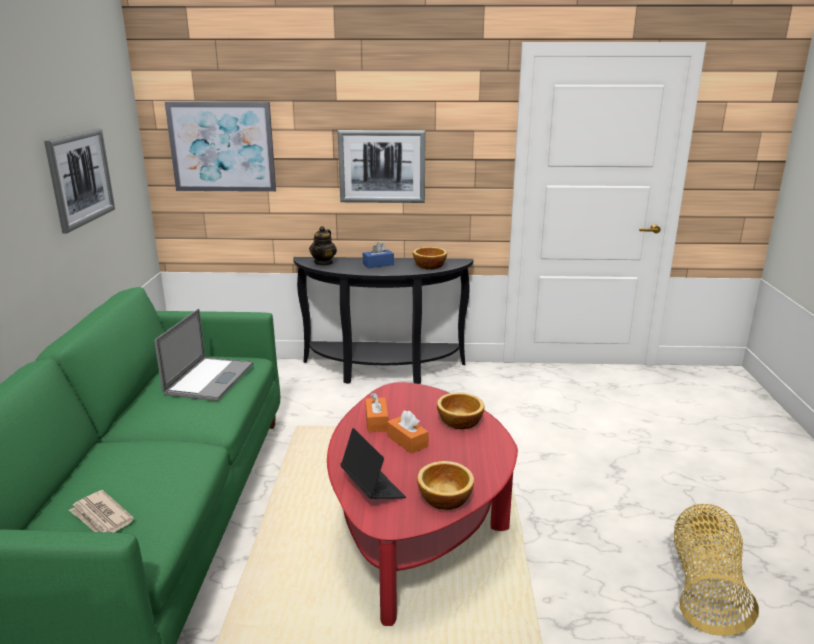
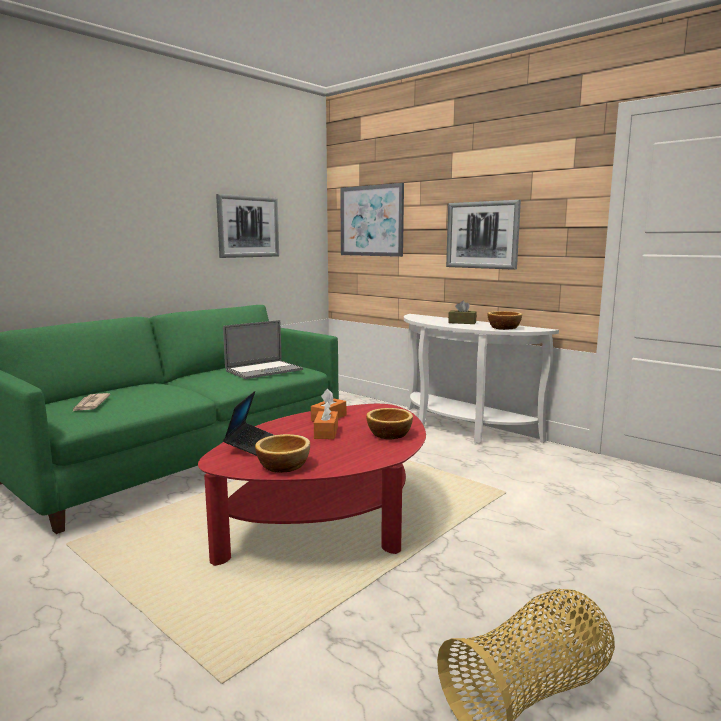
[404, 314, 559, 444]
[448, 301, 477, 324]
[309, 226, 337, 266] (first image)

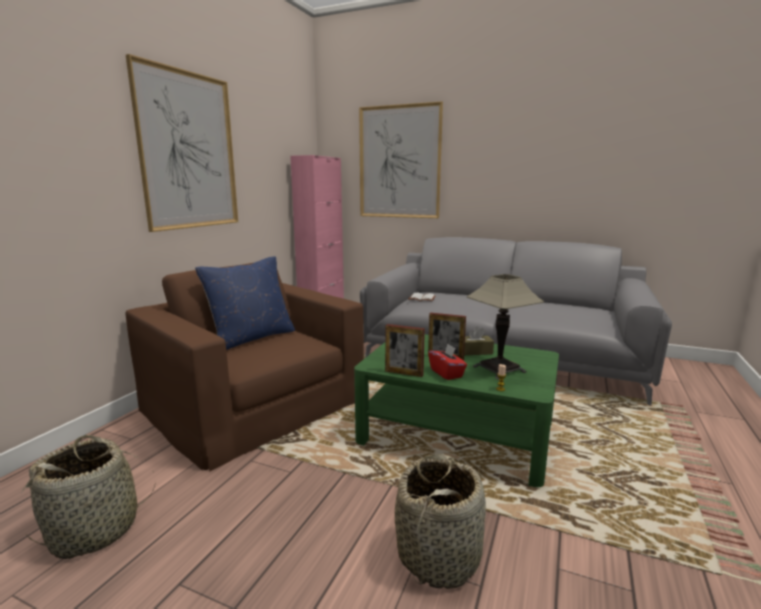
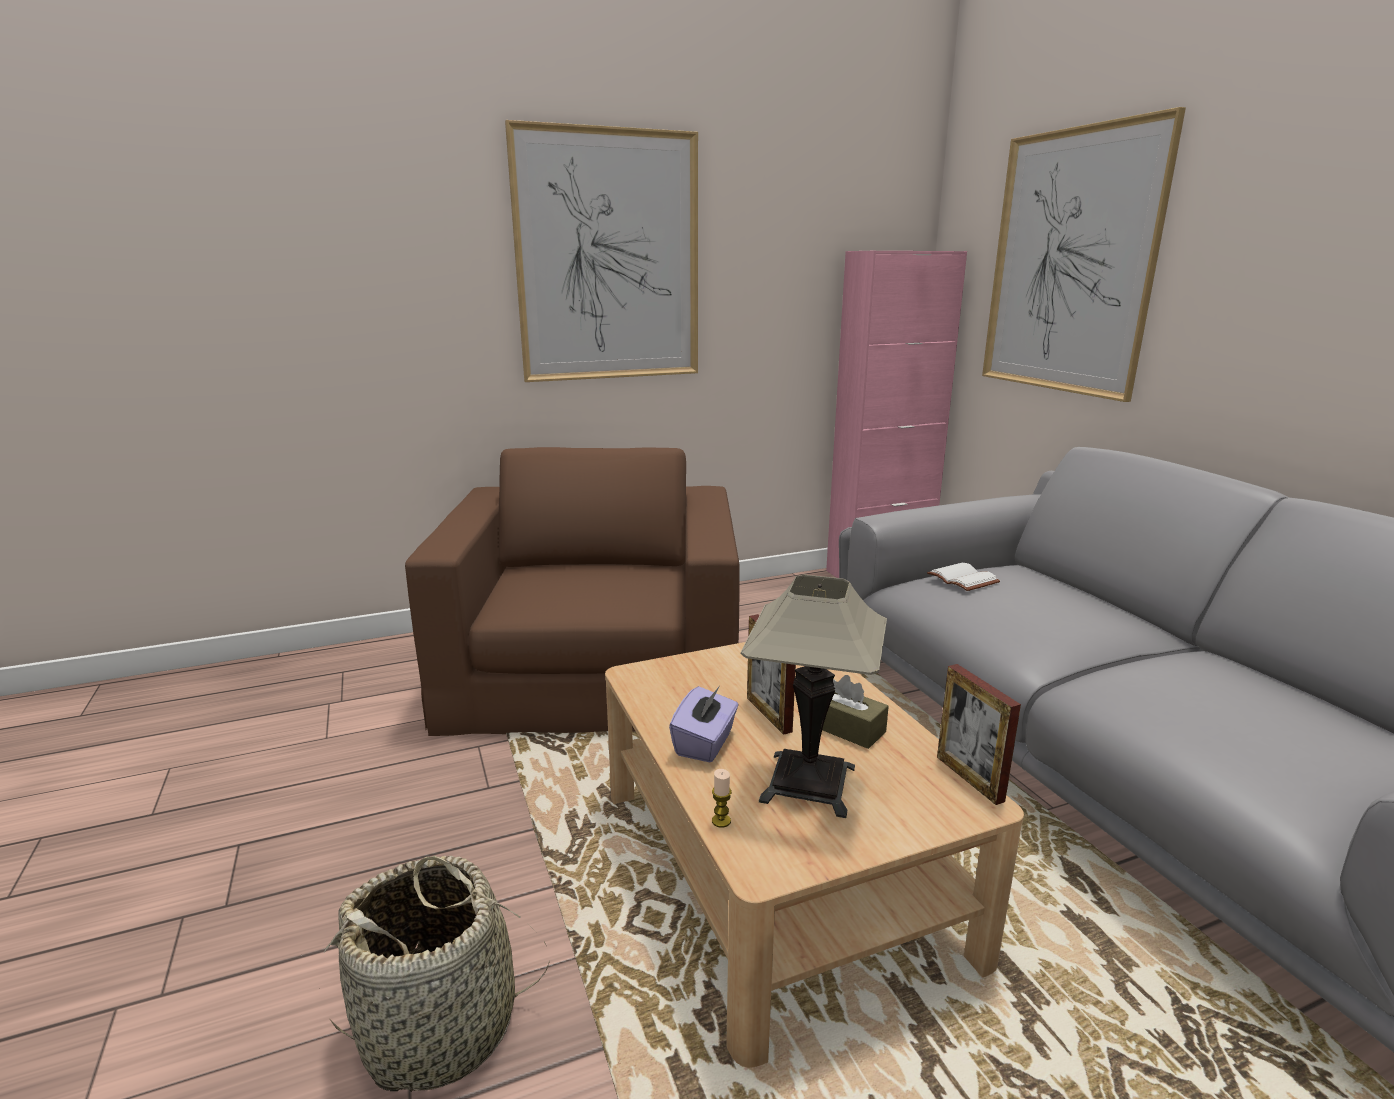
[605, 642, 1024, 1068]
[669, 686, 739, 762]
[937, 664, 1021, 805]
[21, 435, 156, 559] (first image)
[195, 257, 295, 350] (first image)

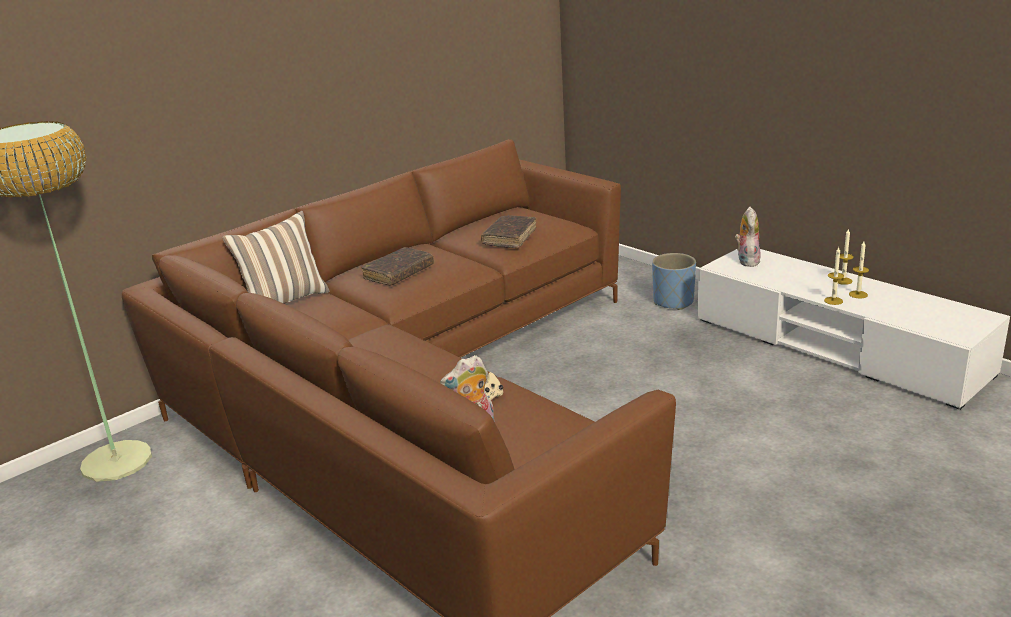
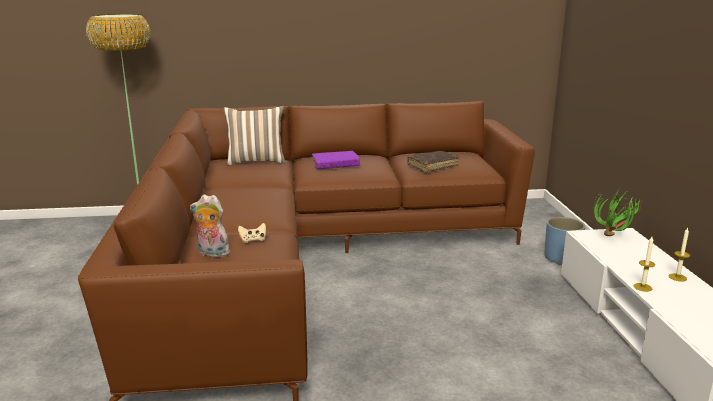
[312, 151, 360, 169]
[593, 188, 641, 236]
[849, 241, 869, 299] (first image)

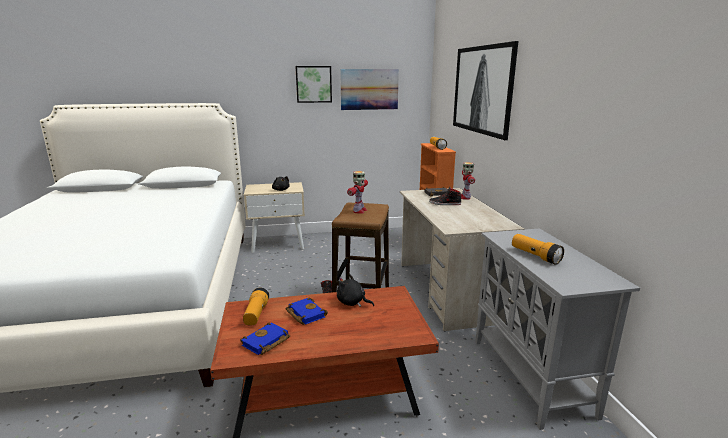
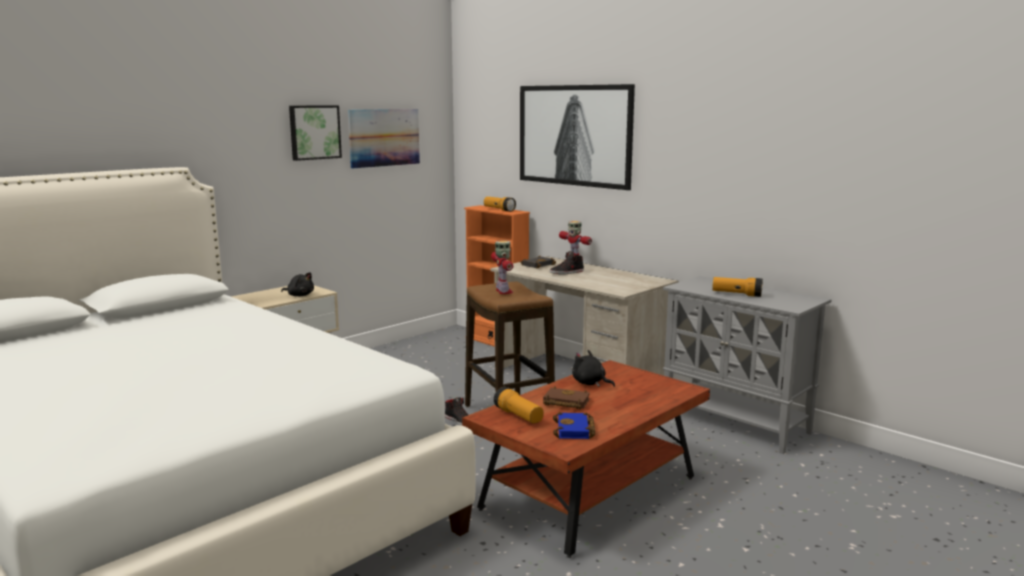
[543, 387, 590, 410]
[572, 350, 615, 387]

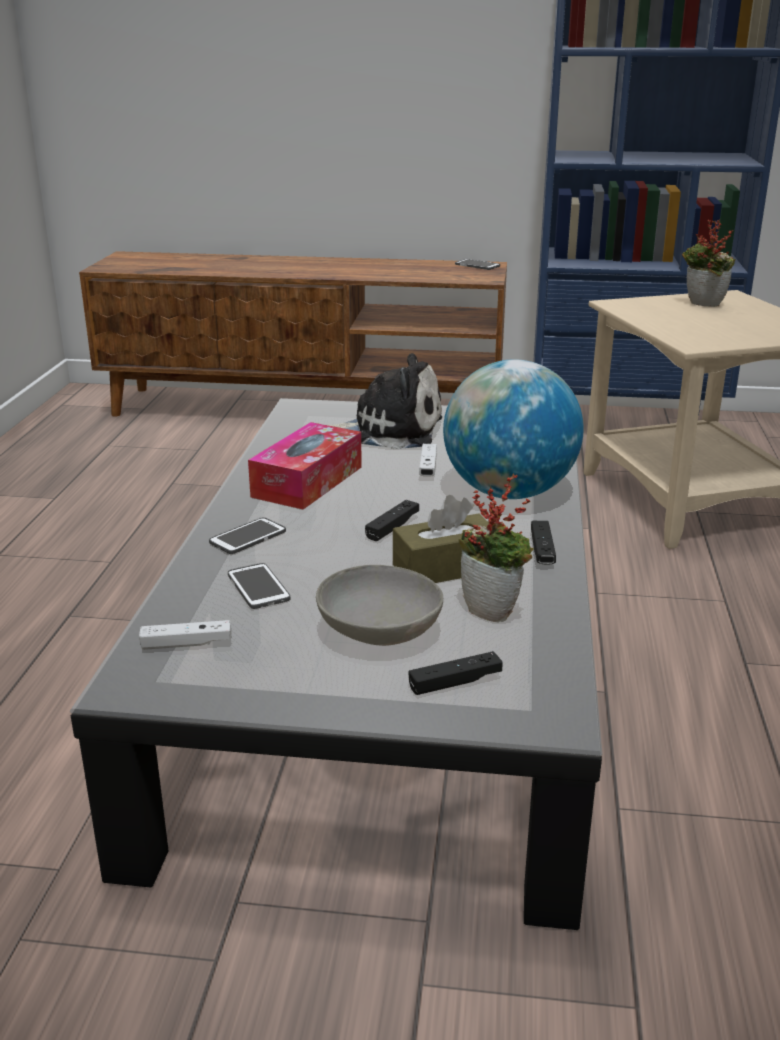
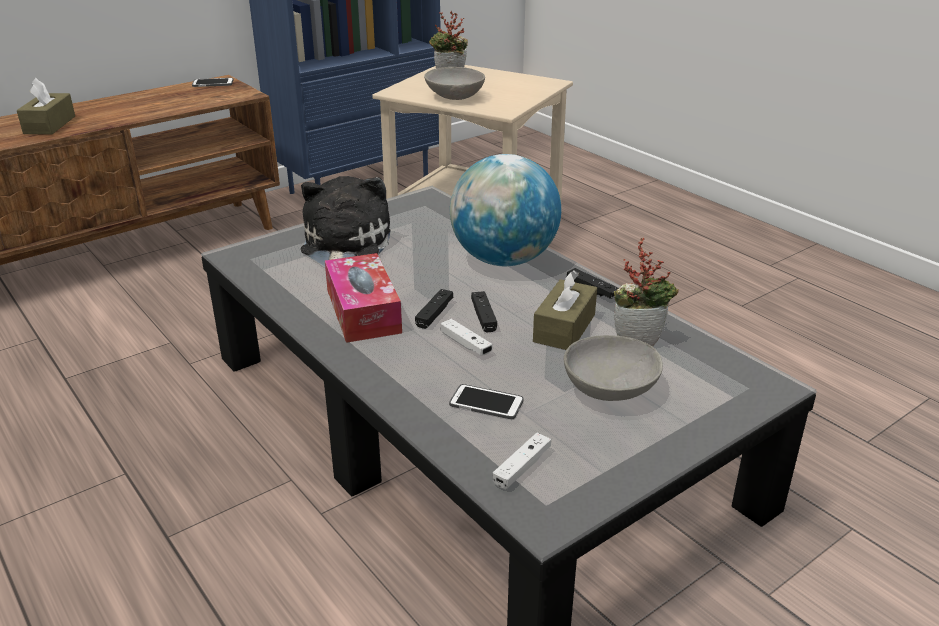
[17, 78, 75, 134]
[301, 176, 391, 267]
[415, 289, 453, 329]
[424, 67, 485, 100]
[440, 319, 493, 356]
[209, 517, 286, 554] (first image)

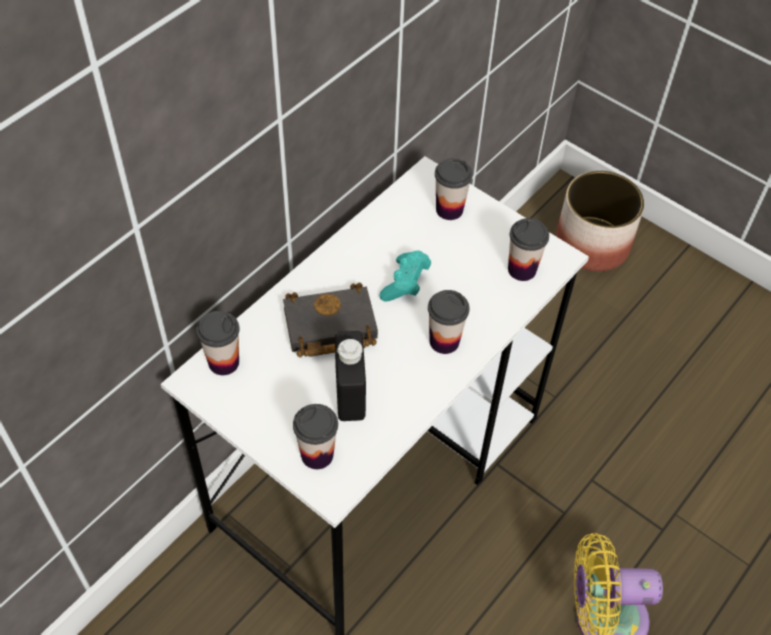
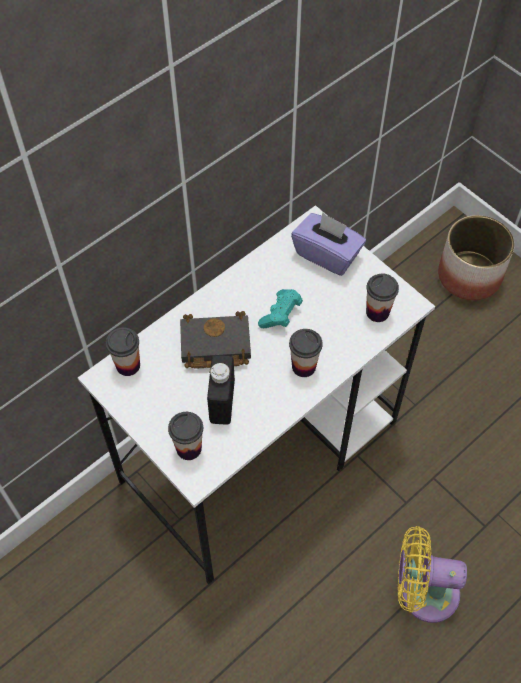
[291, 212, 366, 276]

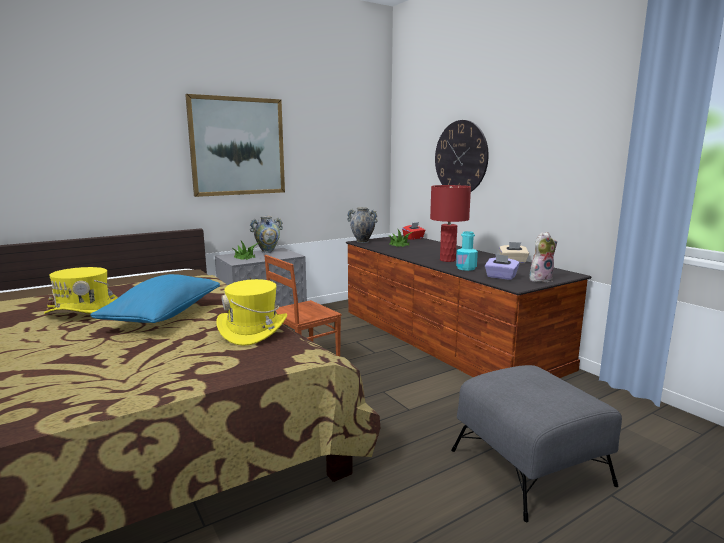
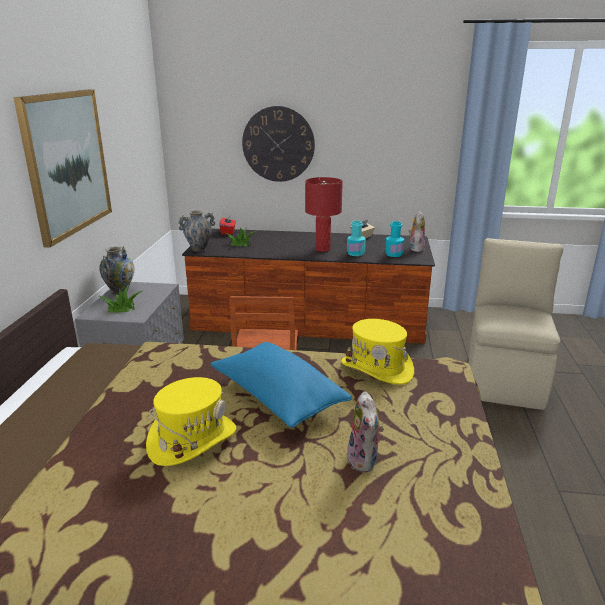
[347, 391, 384, 472]
[385, 221, 404, 257]
[469, 238, 563, 410]

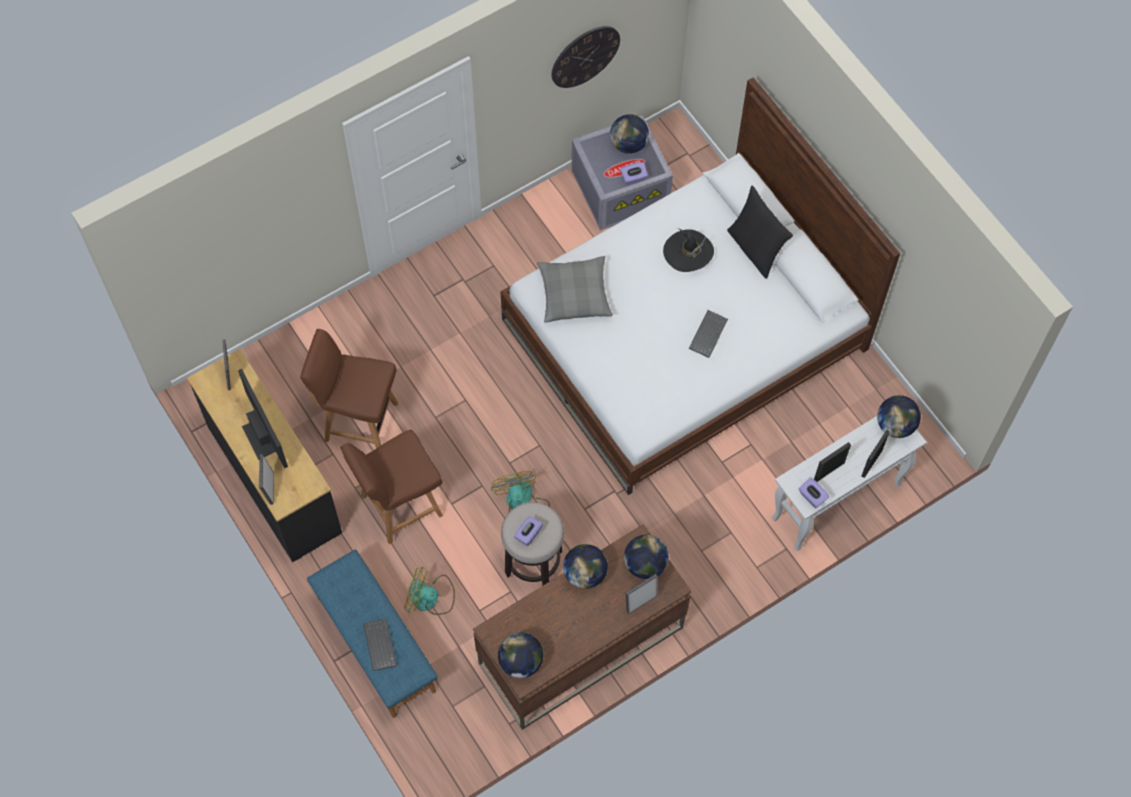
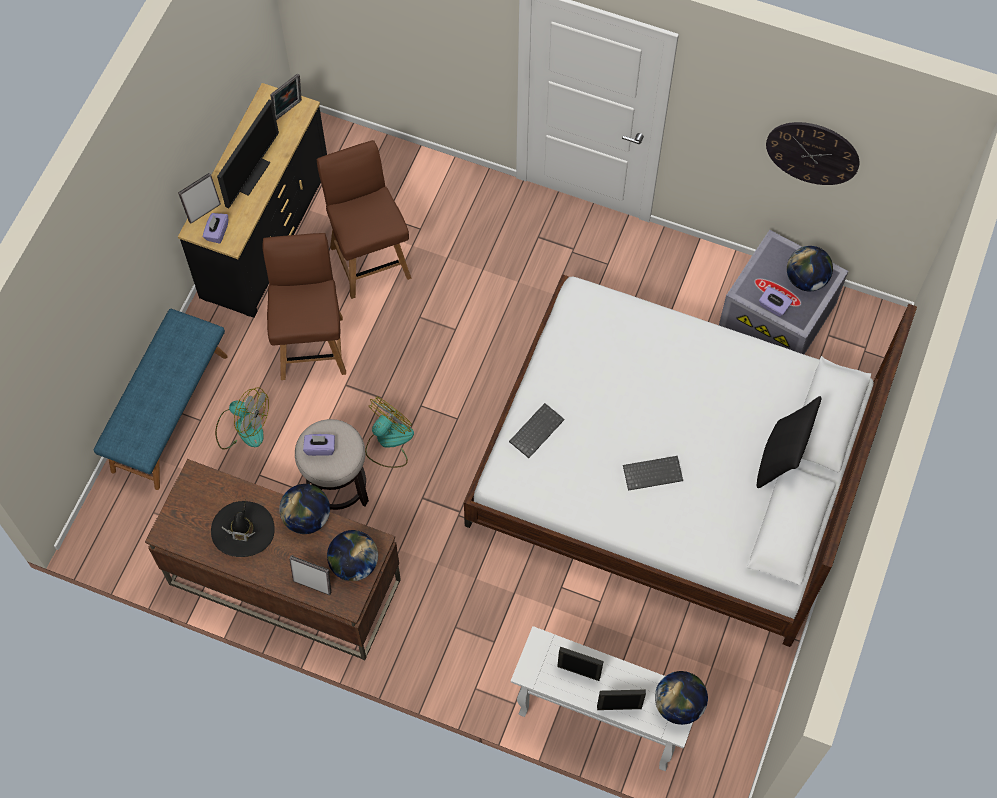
[203, 213, 228, 244]
[211, 500, 275, 557]
[215, 388, 269, 450]
[262, 233, 346, 380]
[509, 403, 565, 458]
[498, 632, 543, 678] (first image)
[537, 256, 613, 322] (first image)

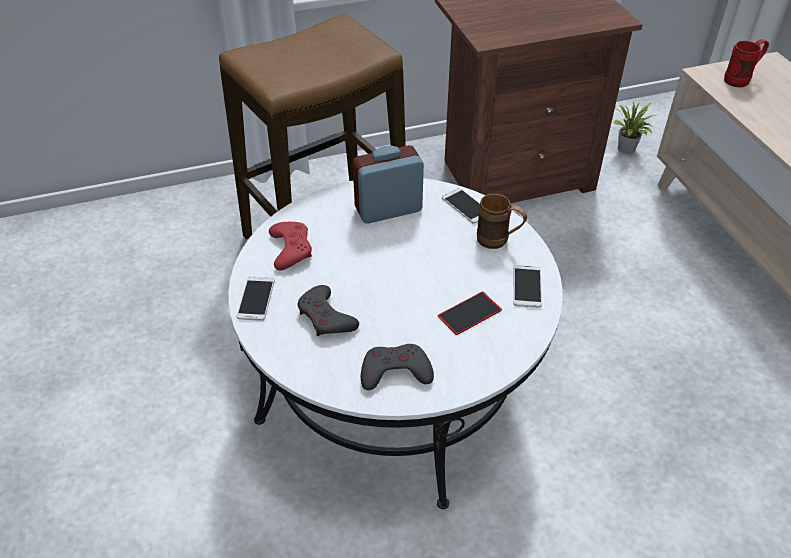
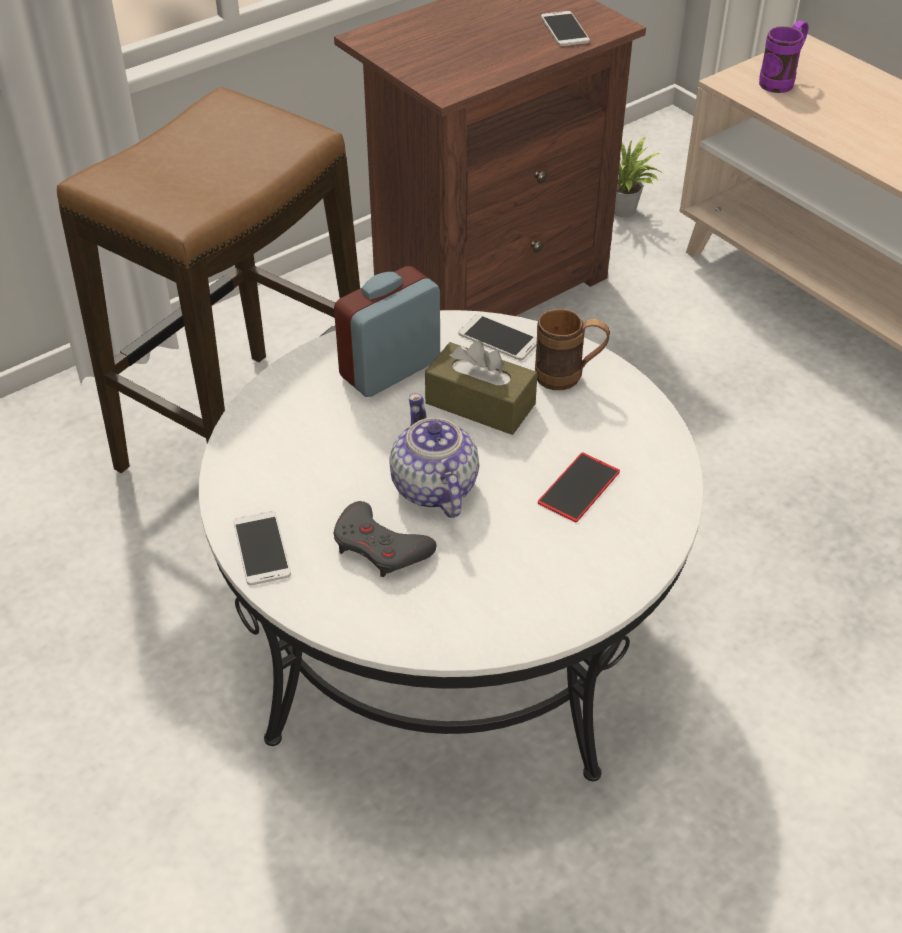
[389, 393, 479, 518]
[425, 341, 537, 435]
[541, 11, 590, 46]
[759, 20, 809, 93]
[269, 222, 312, 270] (first image)
[361, 344, 434, 390] (first image)

